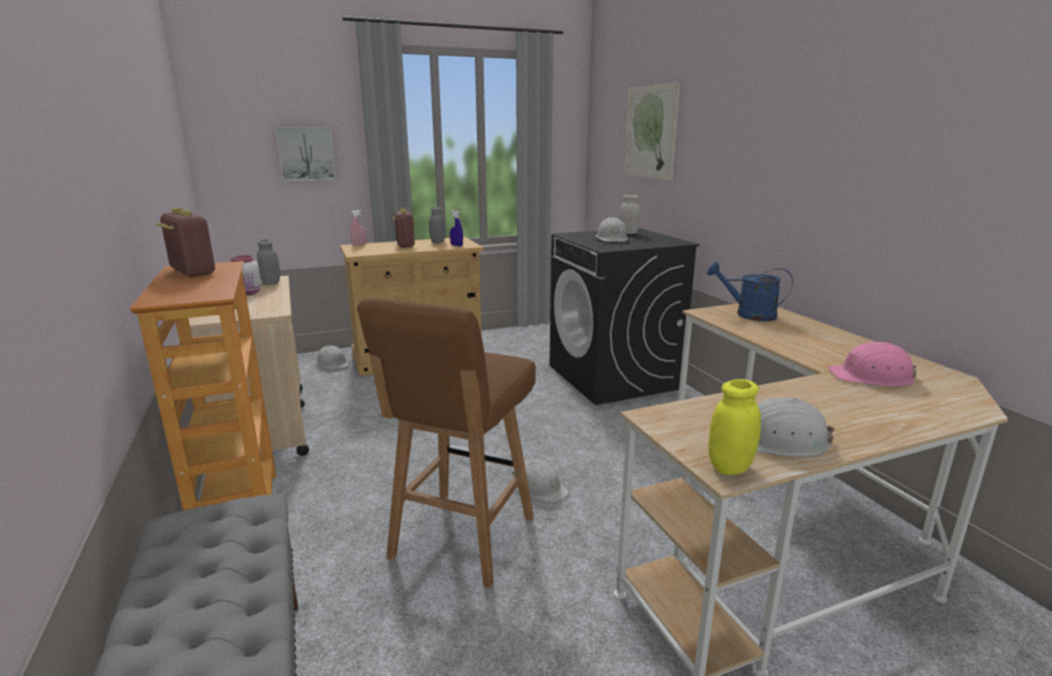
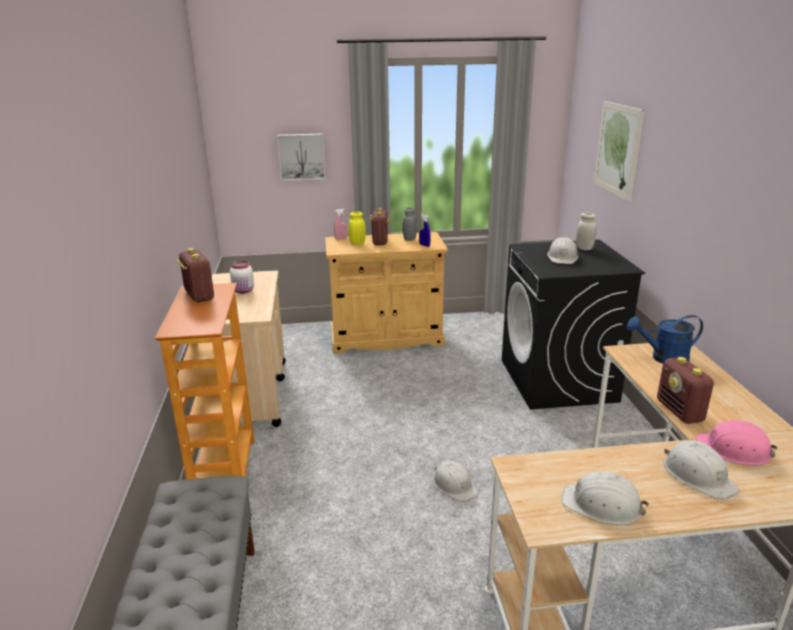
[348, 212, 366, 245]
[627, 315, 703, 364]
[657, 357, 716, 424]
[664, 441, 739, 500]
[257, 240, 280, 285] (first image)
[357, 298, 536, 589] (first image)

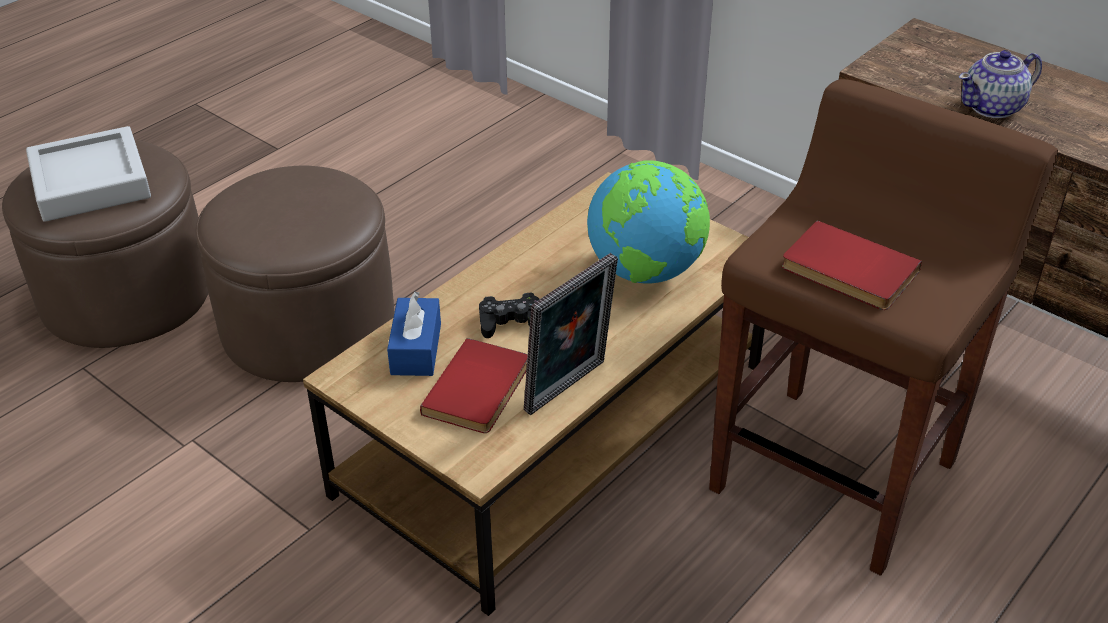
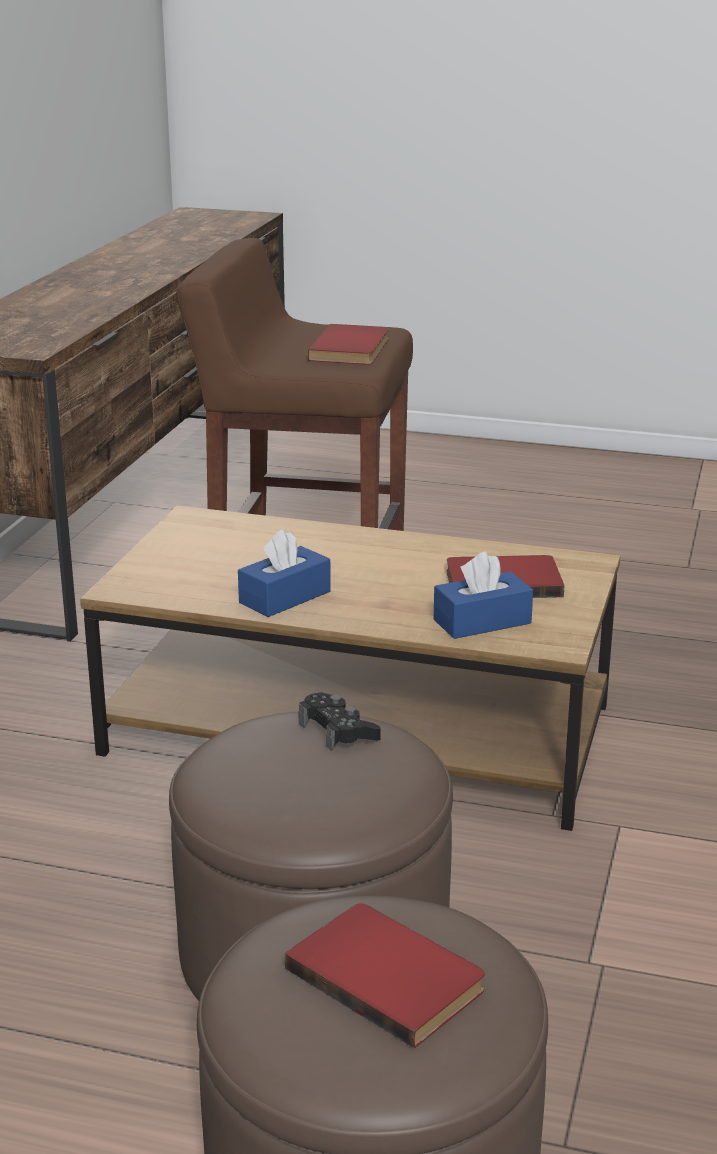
[238, 529, 331, 617]
[284, 903, 485, 1048]
[298, 692, 381, 751]
[524, 253, 618, 415] (first image)
[587, 160, 710, 284] (first image)
[959, 50, 1042, 118] (first image)

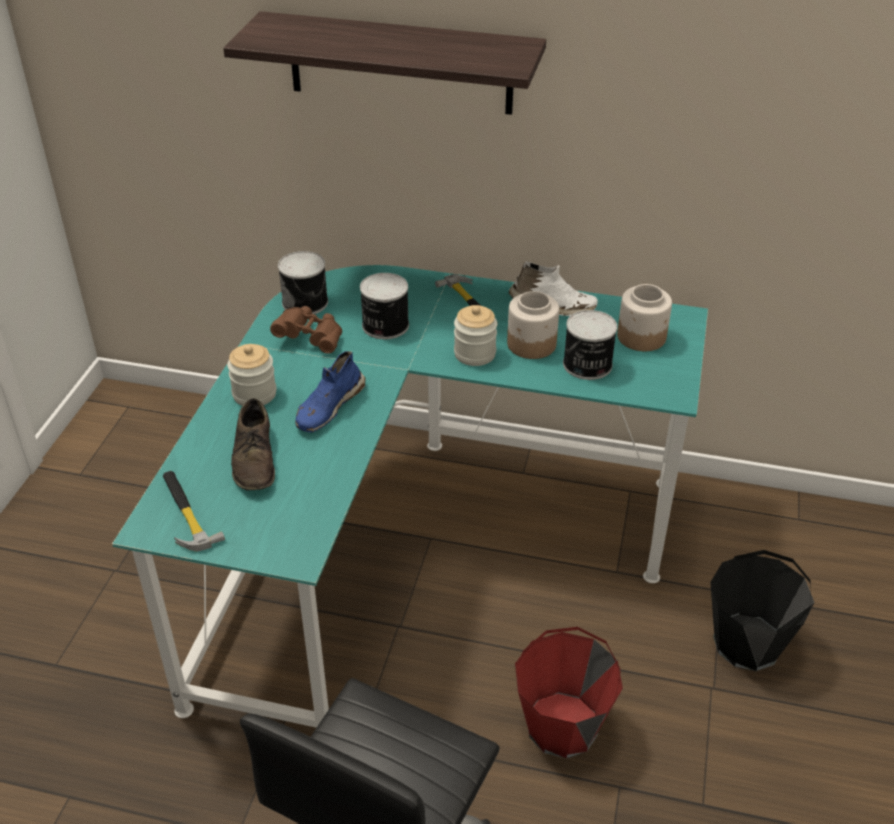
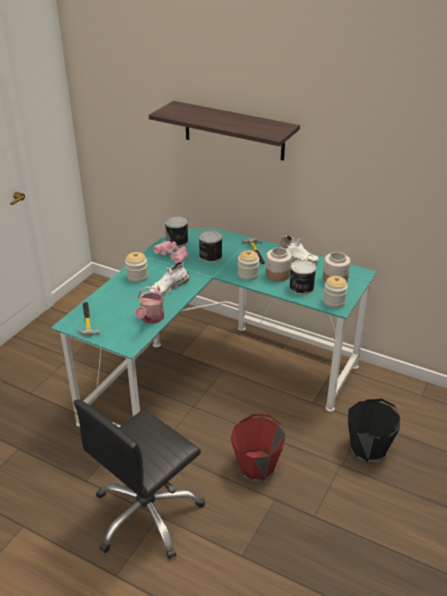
[135, 286, 164, 324]
[150, 262, 190, 295]
[153, 241, 188, 263]
[323, 276, 348, 308]
[231, 398, 275, 490] (first image)

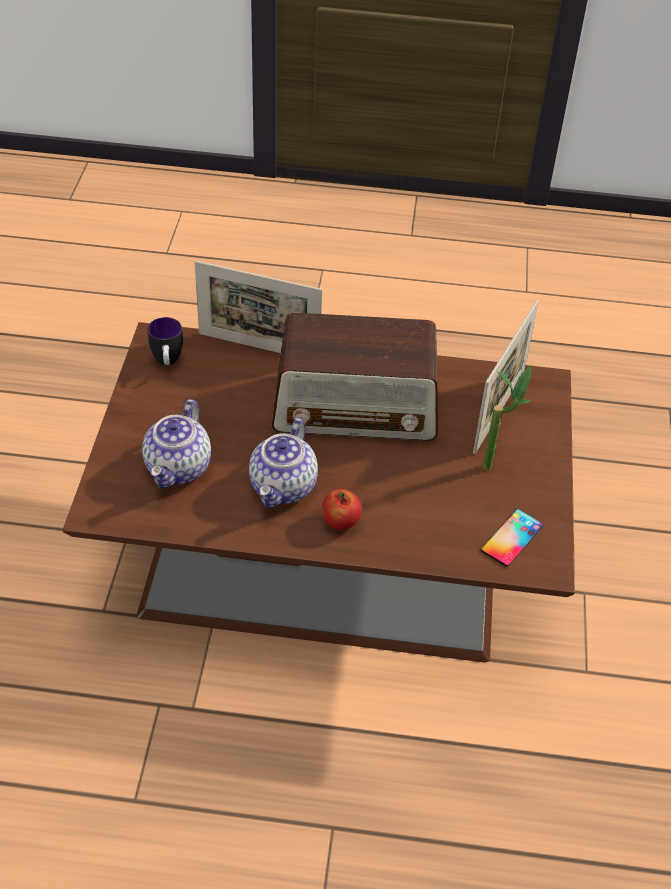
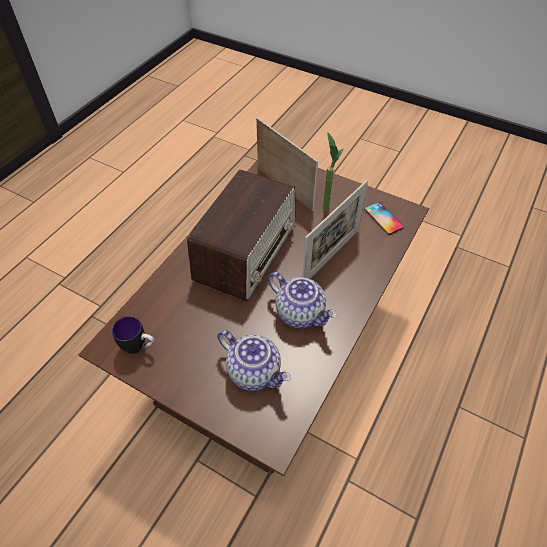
[303, 180, 368, 279]
[322, 489, 362, 530] (first image)

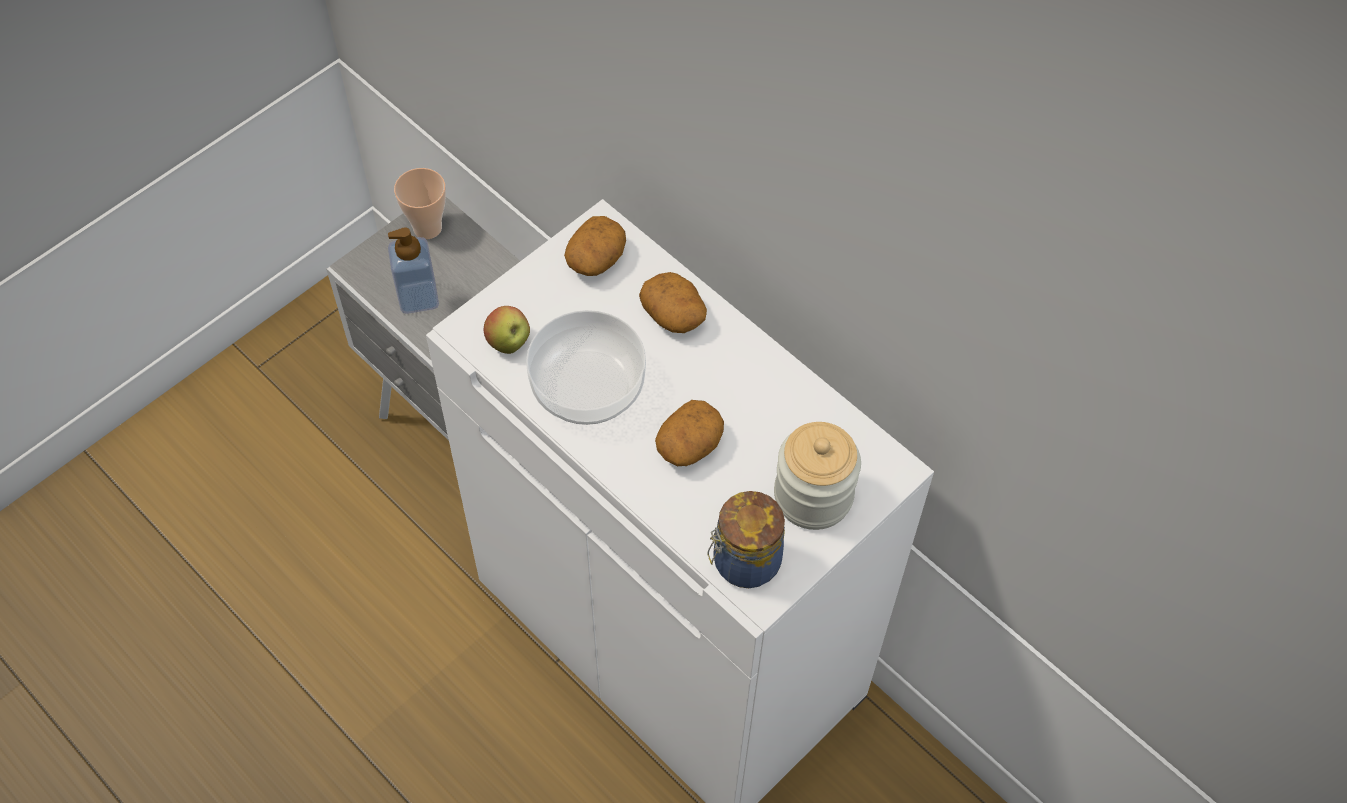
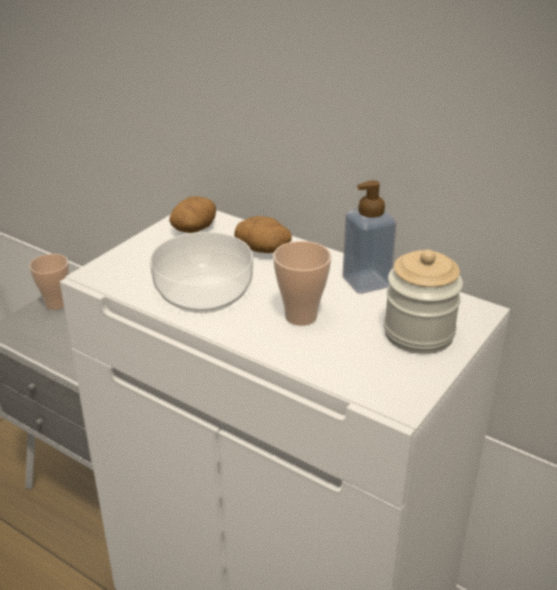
[273, 241, 332, 326]
[342, 180, 397, 294]
[484, 306, 530, 354] (first image)
[707, 491, 785, 588] (first image)

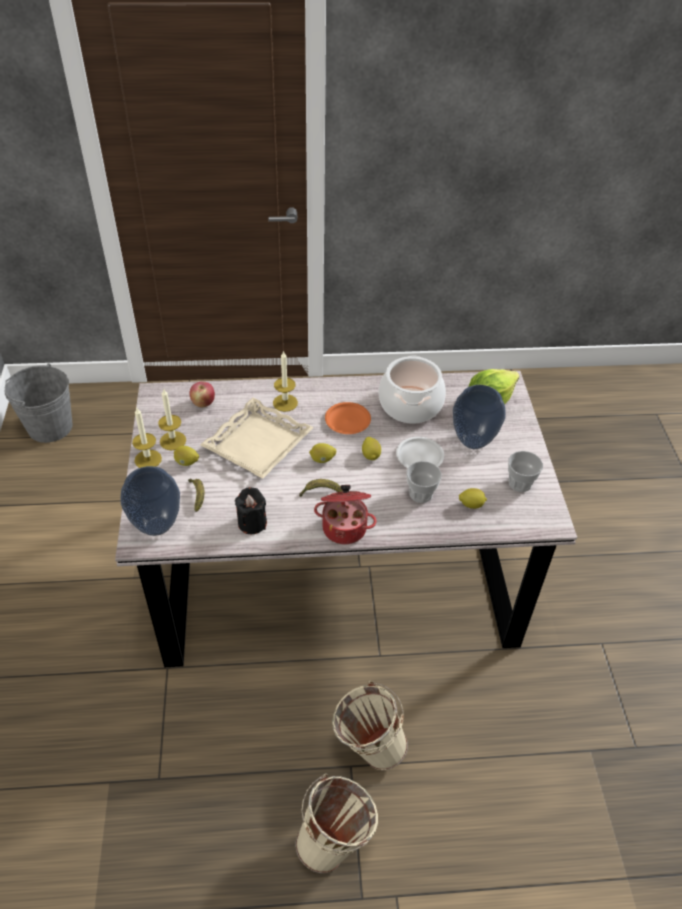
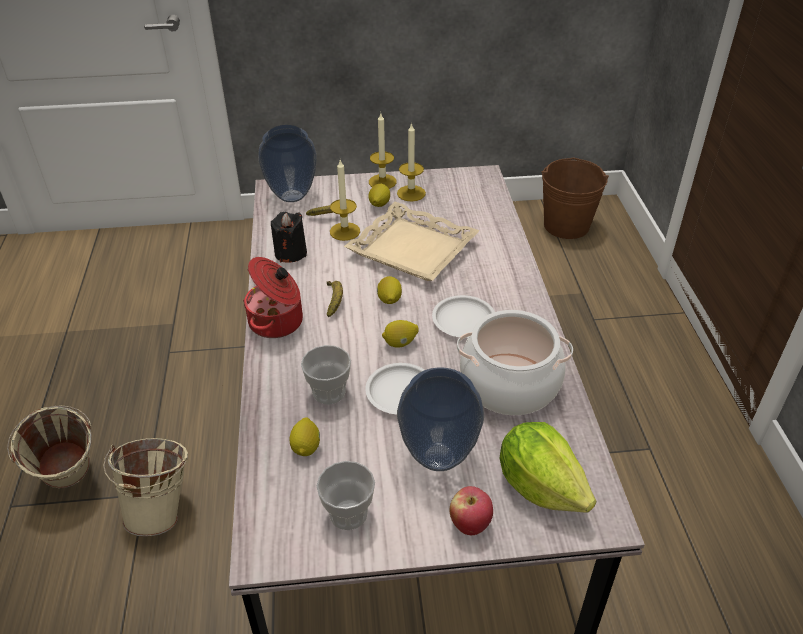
[330, 160, 360, 241]
[432, 295, 495, 338]
[450, 486, 493, 535]
[541, 158, 609, 239]

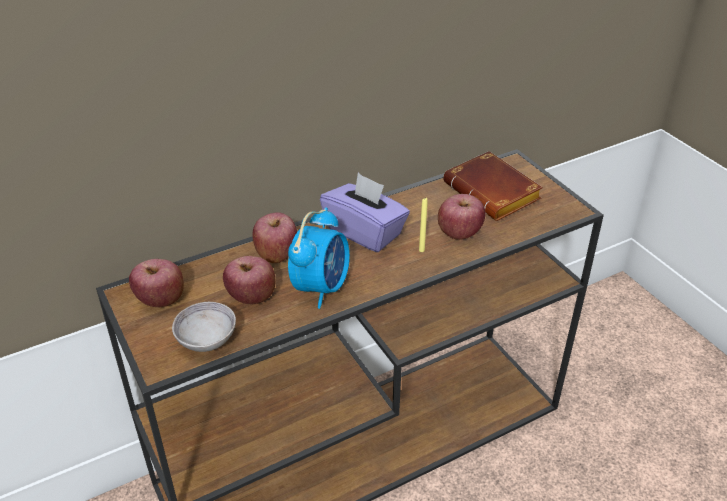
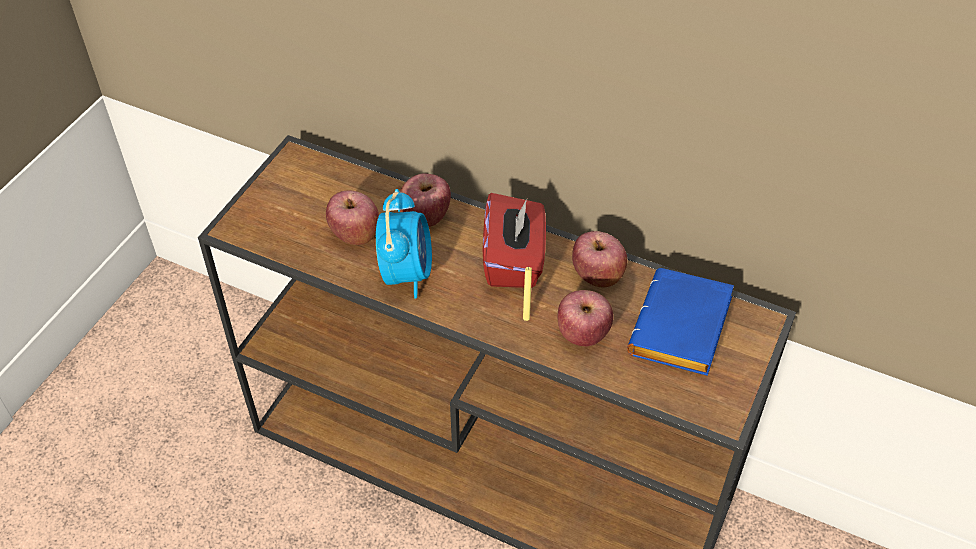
[376, 189, 432, 298]
[483, 193, 546, 288]
[572, 231, 627, 287]
[627, 268, 734, 376]
[172, 302, 236, 352] (first image)

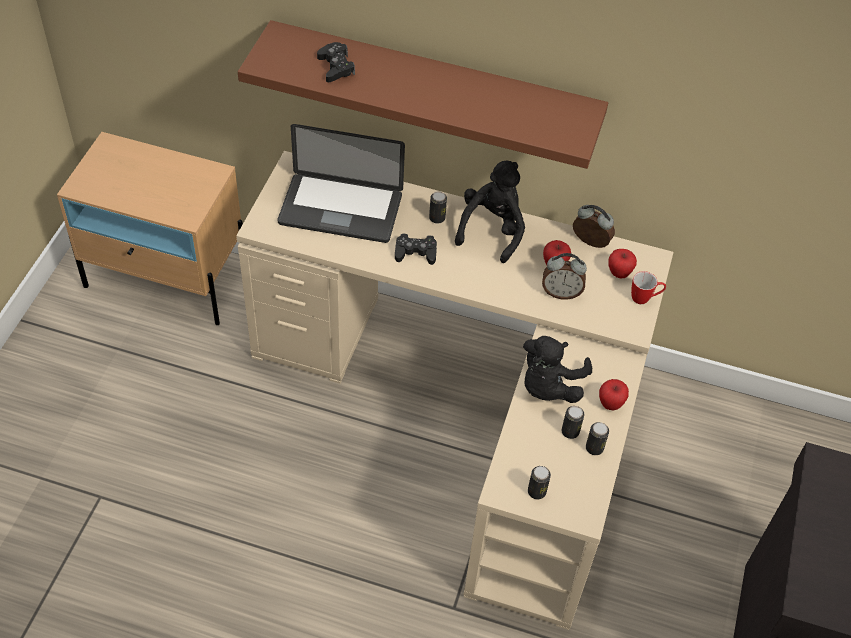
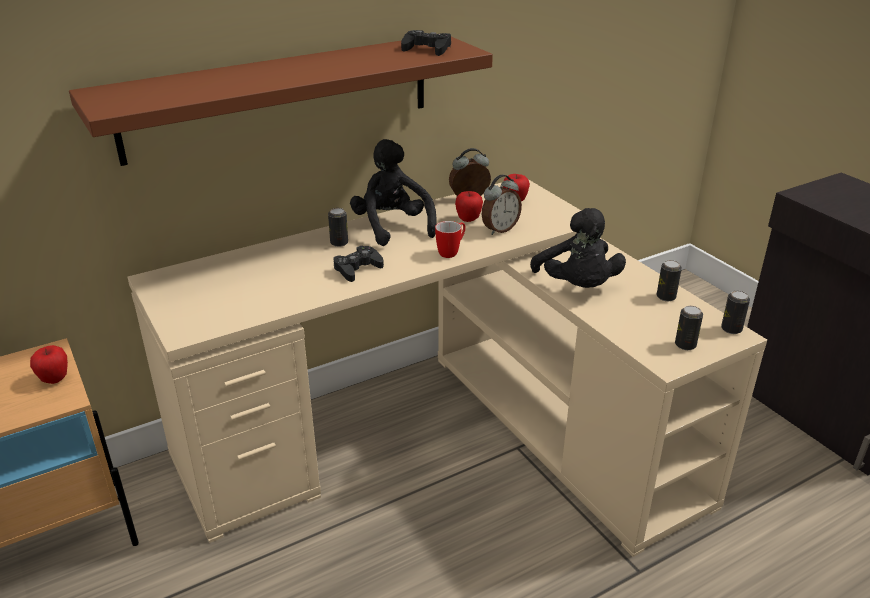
[30, 345, 68, 384]
[401, 30, 451, 56]
[435, 221, 466, 258]
[721, 291, 750, 334]
[278, 124, 405, 243] (first image)

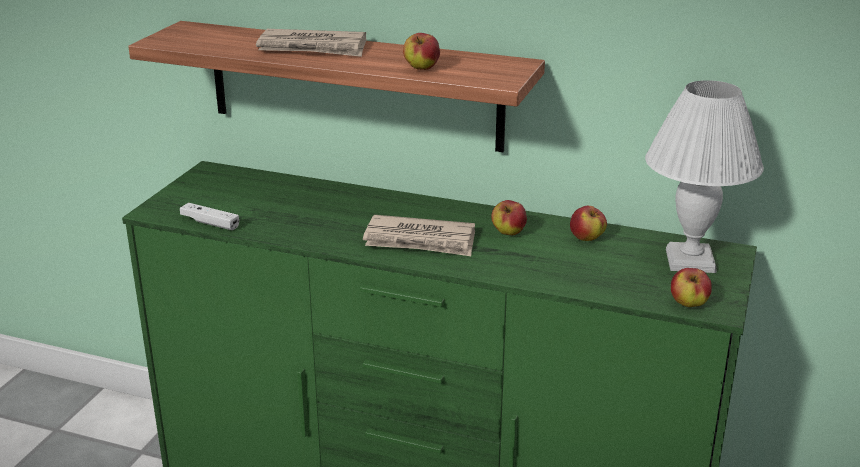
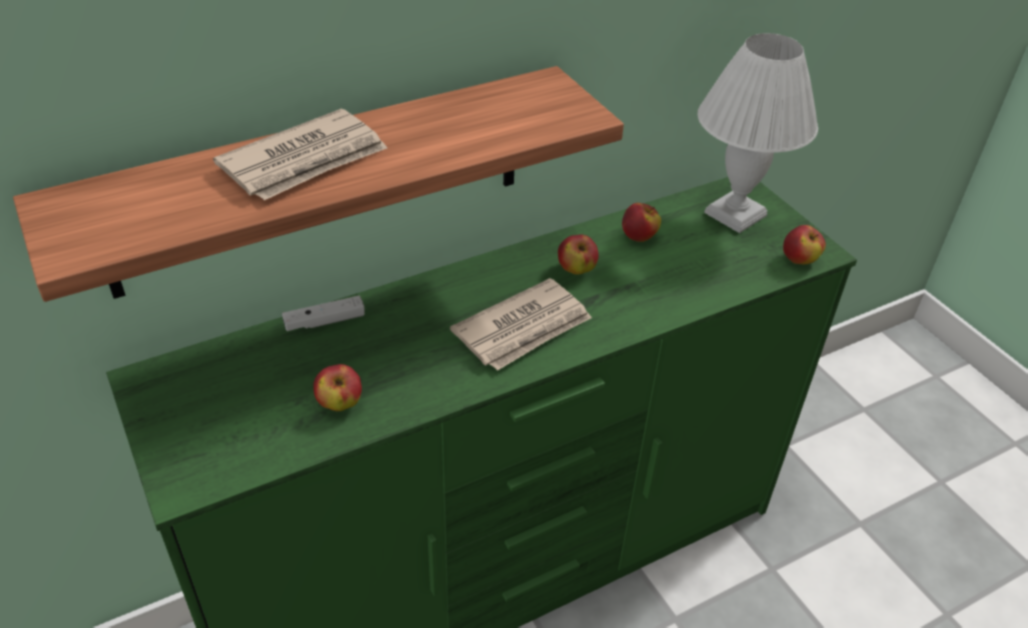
[282, 296, 365, 331]
[313, 364, 362, 411]

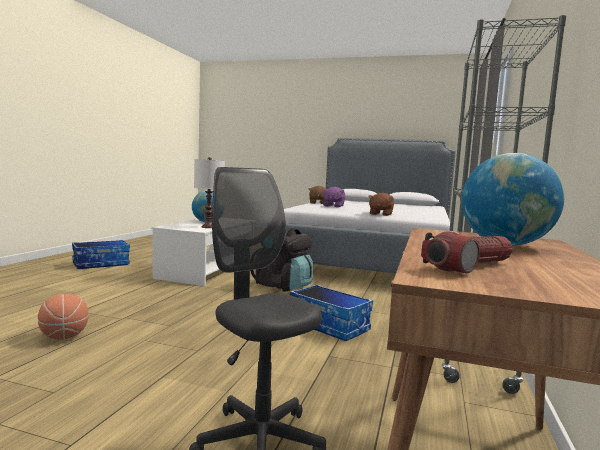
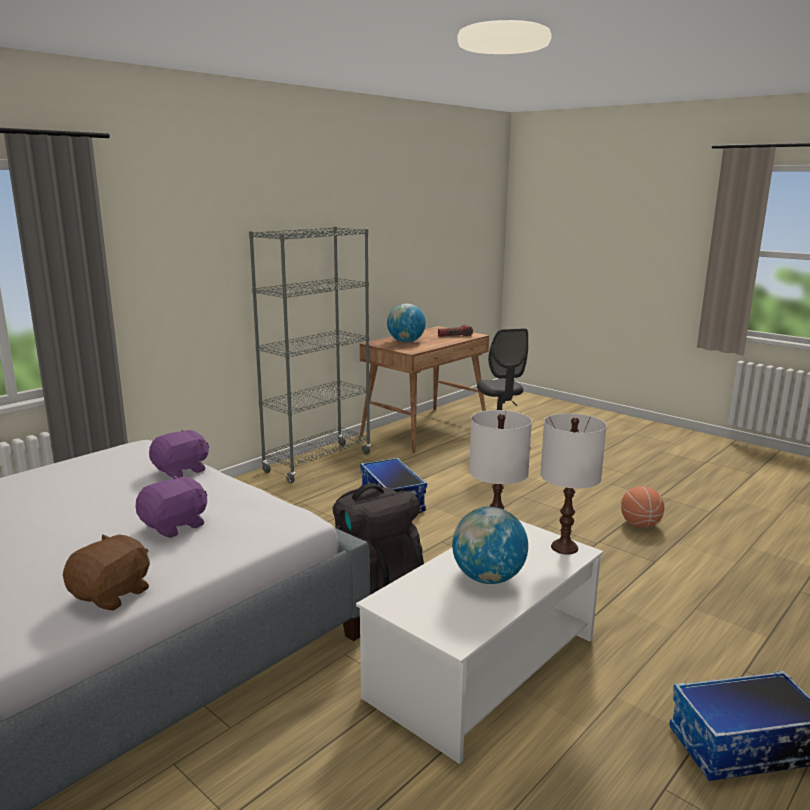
[149, 430, 209, 478]
[540, 413, 607, 554]

